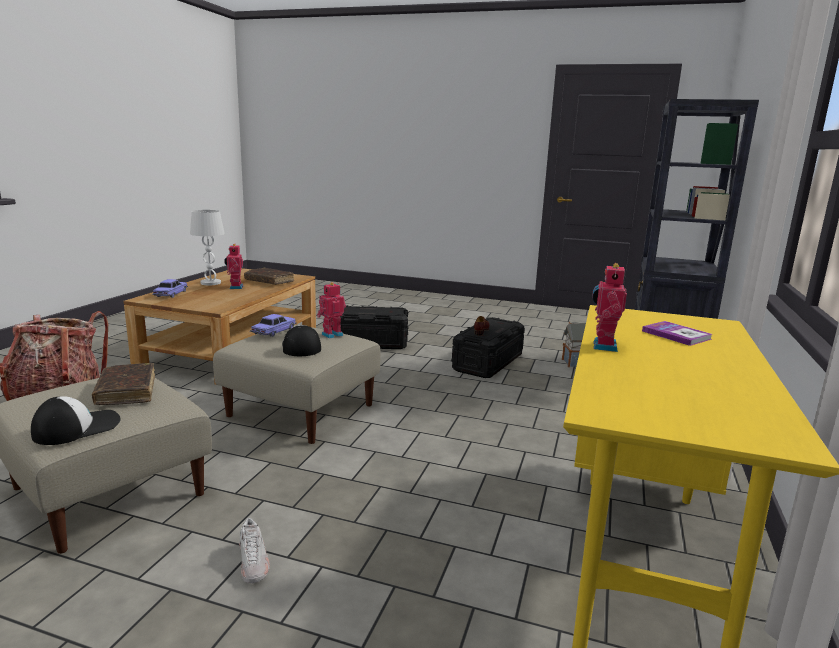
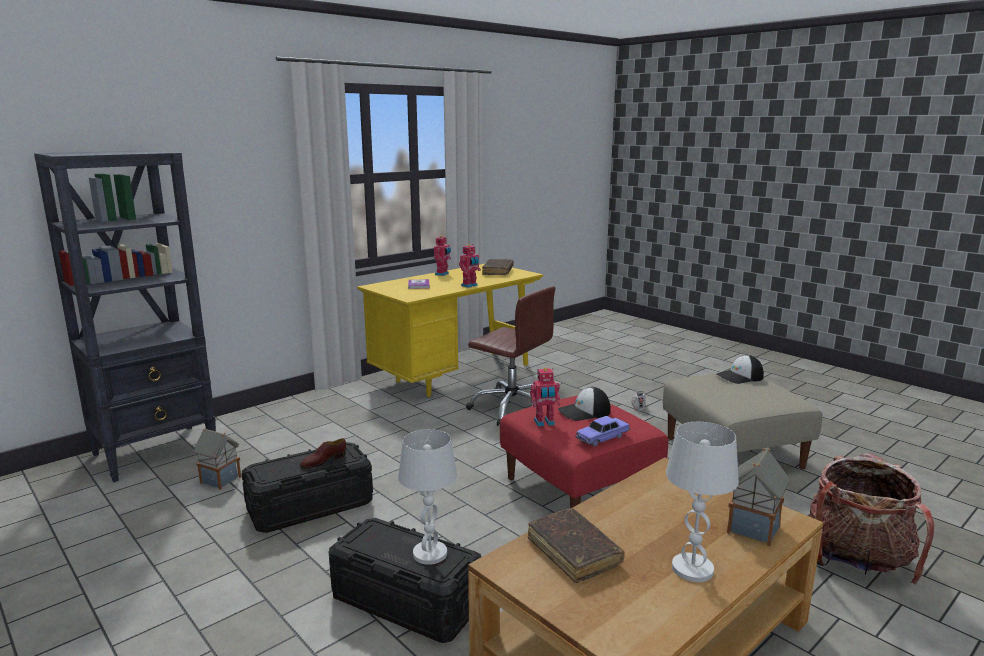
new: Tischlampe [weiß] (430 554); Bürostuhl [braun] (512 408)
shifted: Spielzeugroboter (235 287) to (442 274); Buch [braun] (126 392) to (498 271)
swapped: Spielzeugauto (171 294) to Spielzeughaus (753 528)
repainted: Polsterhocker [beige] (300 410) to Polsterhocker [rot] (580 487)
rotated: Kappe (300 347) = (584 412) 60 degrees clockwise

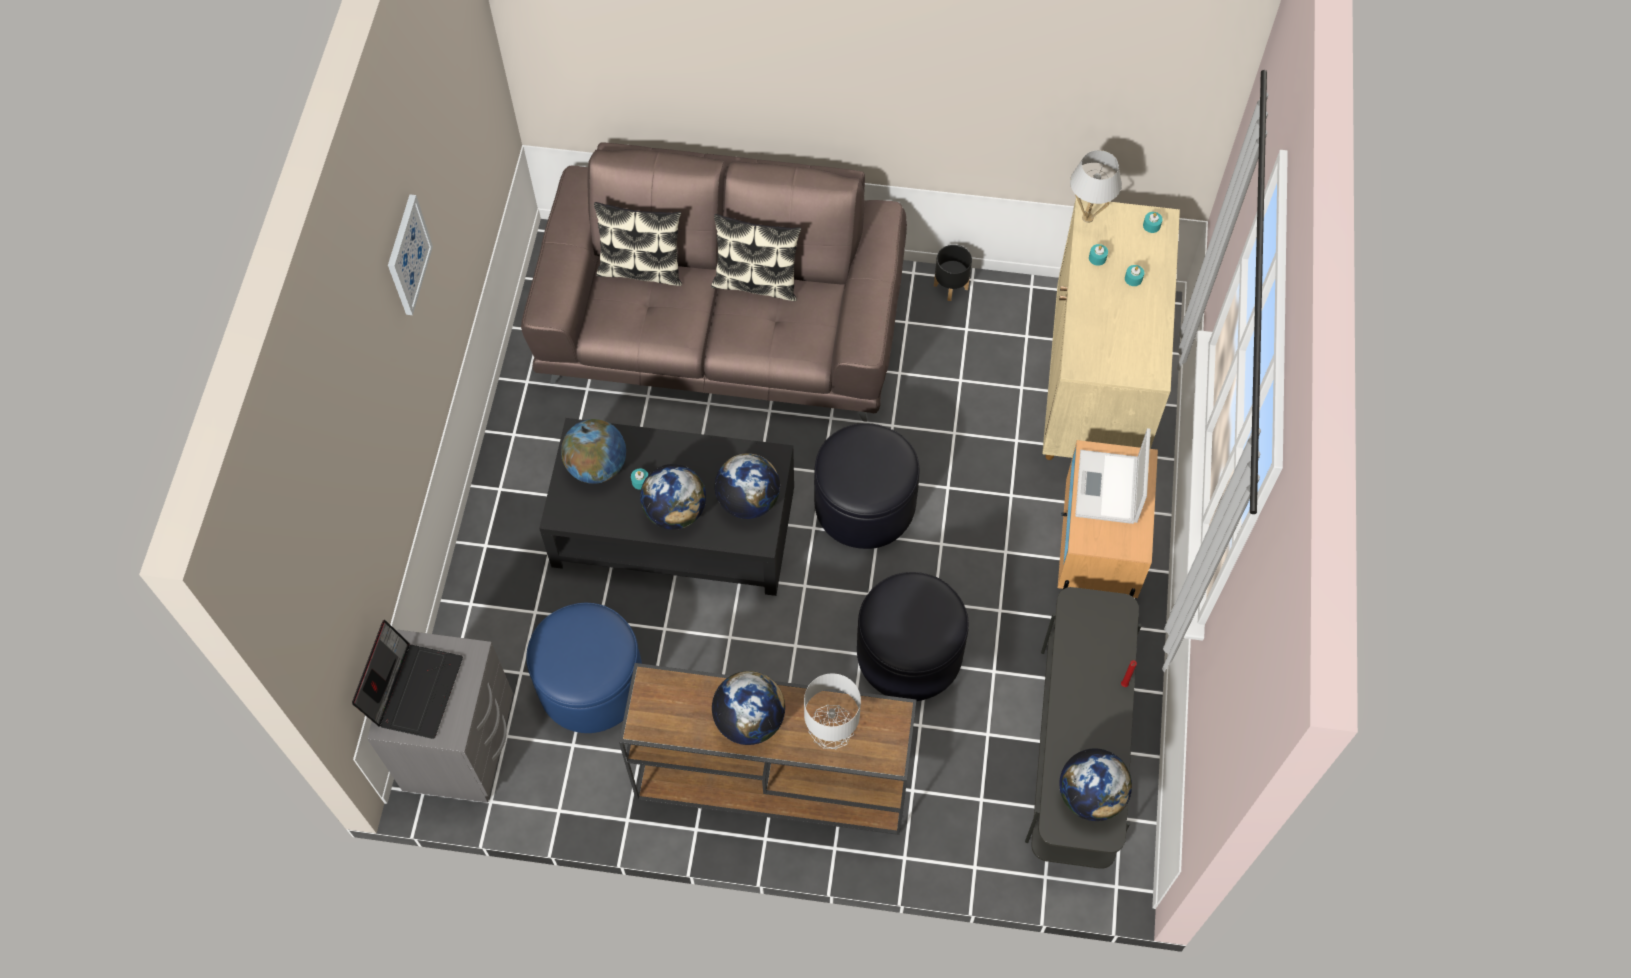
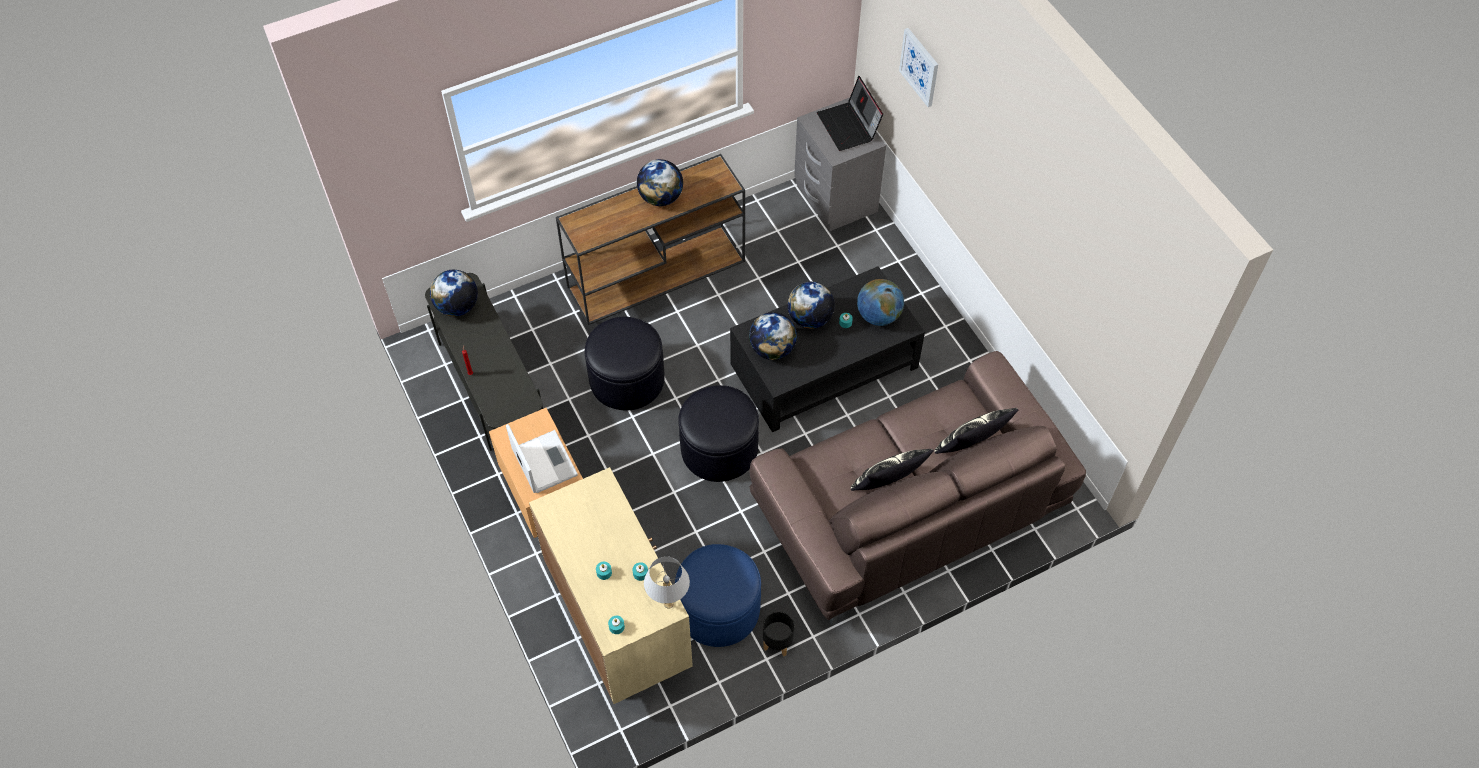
gone: Tischlampe [grau] (831 735)
shifted: Polsterhocker [blau] (591 683) to (718 608); Bild (407 255) to (920 67)

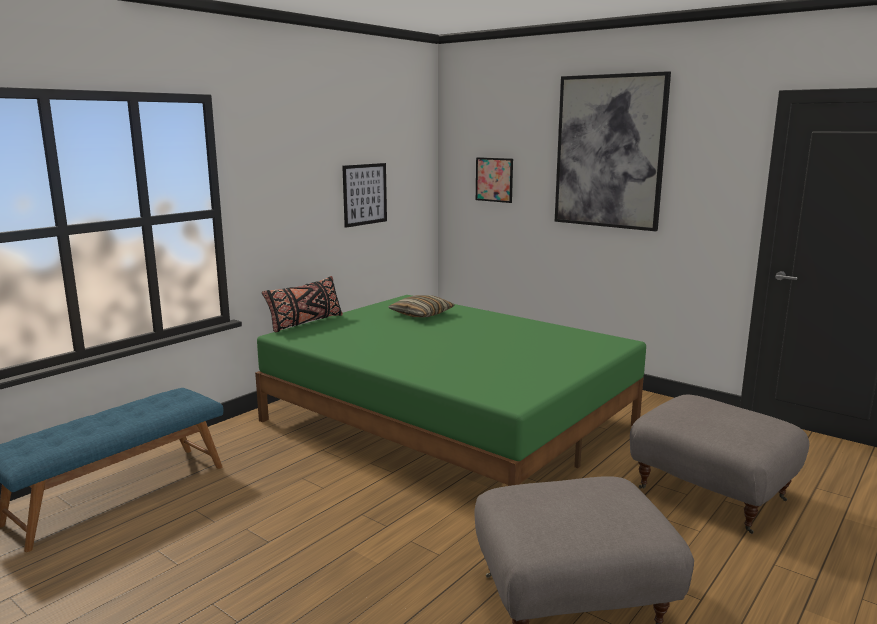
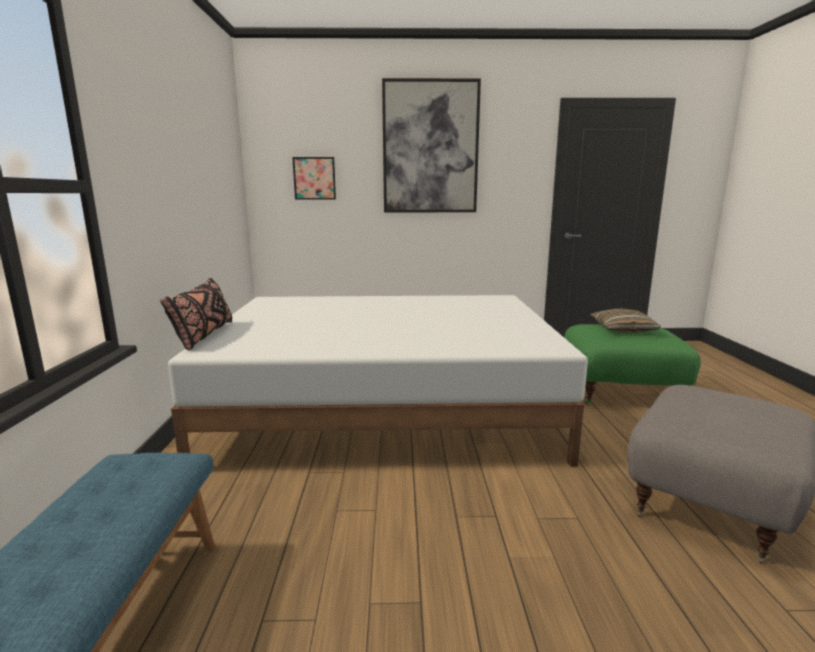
gone: Bild (365 194)
shifted: Kissen (421 314) to (623 329)
repainted: Bett [grün] (448 423) to Bett [weiß] (384 405); Polsterhocker [grau] (712 493) to Polsterhocker [grün] (621 391)

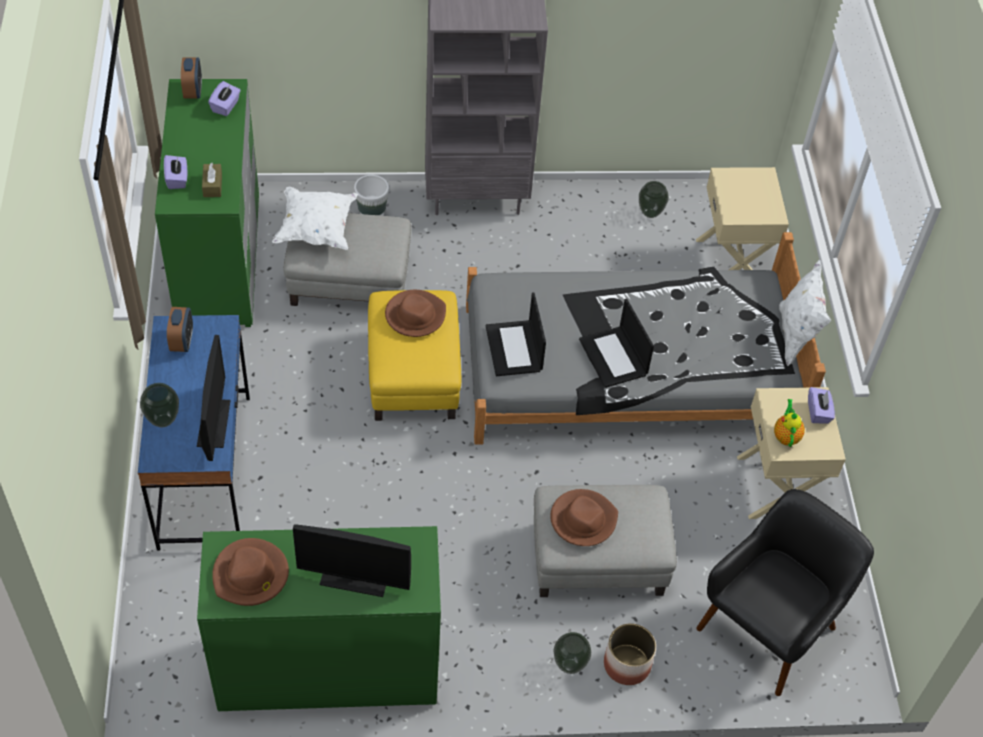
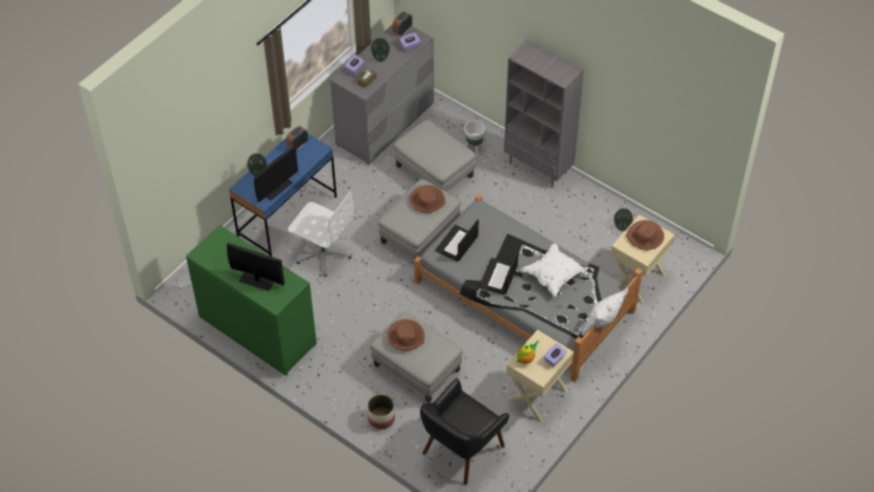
new: Bürostuhl [weiß] (323 253)
shifted: Vase (570 665) to (381 59); Kissen [weiß] (316 229) to (553 276); Hut [braun] (251 575) to (645 237)
repainted: Kommode [grün] (219 259) to Kommode [grau] (385 124); Polsterhocker [gelb] (414 374) to Polsterhocker [grau] (420 233)
rotated: Monitor (354 578) = (257 280) 150 degrees clockwise; Sessel [schwarz] (769 628) = (461 450) 135 degrees clockwise

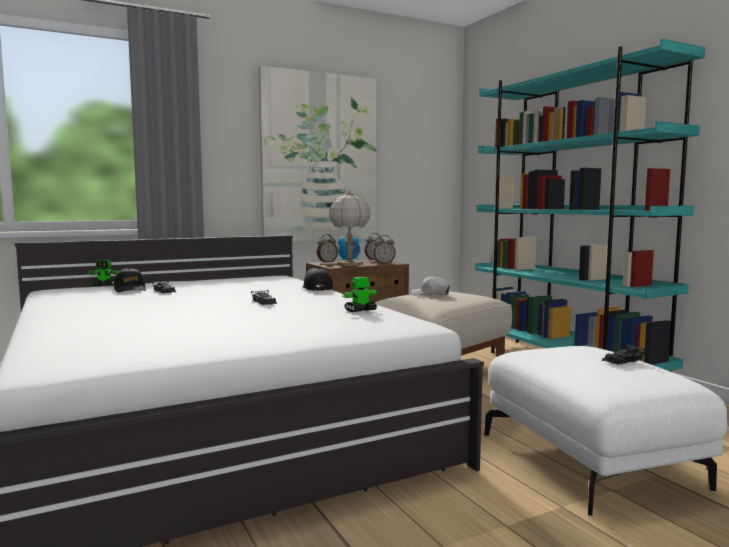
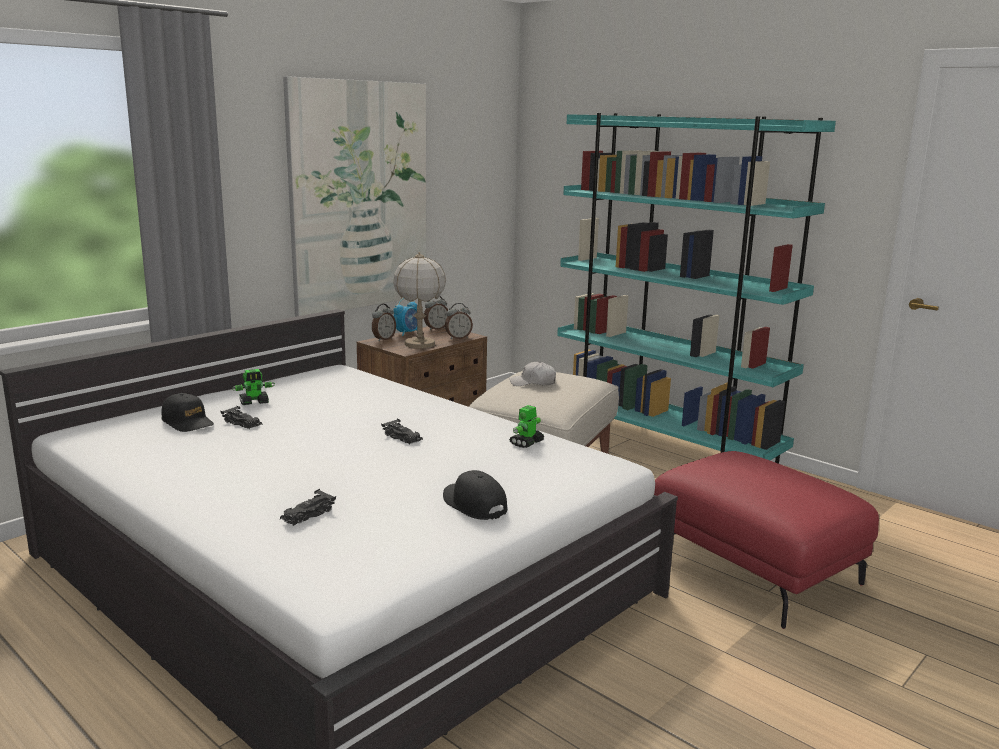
shifted: Spielzeugroboter (104 285) to (254 402); Spielzeugauto [schwarz] (623 361) to (307 514); Kappe [schwarz] (317 288) to (474 504)
repainted: Polsterhocker [weiß] (591 461) to Polsterhocker [rot] (754 568)

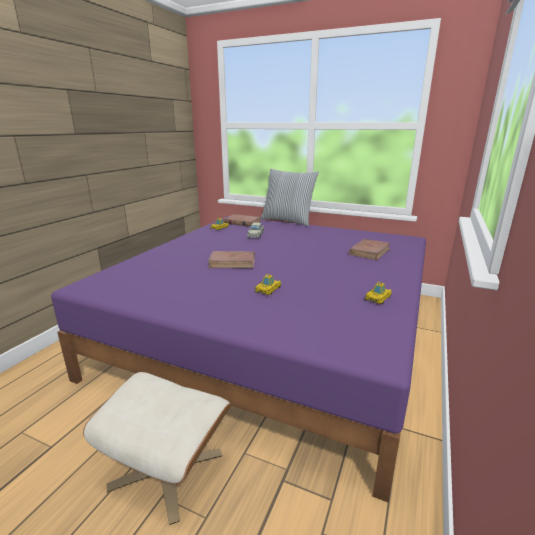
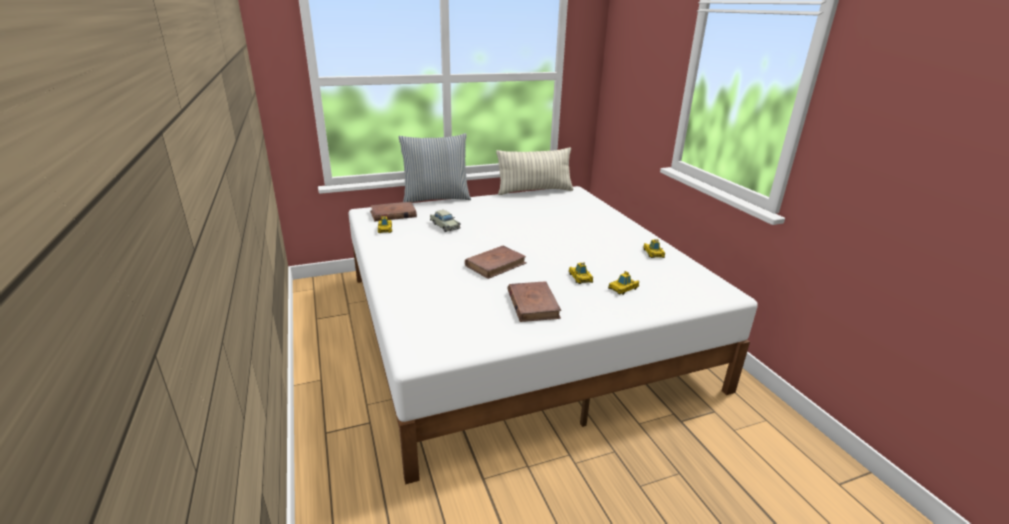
gone: Polsterhocker [beige] (167 469)
new: Kissen (534 191); Spielzeugauto (623 288)
shifted: Buch [braun] (369 251) to (533 304)
repainted: Bett [lila] (274 334) to Bett [weiß] (517 328)

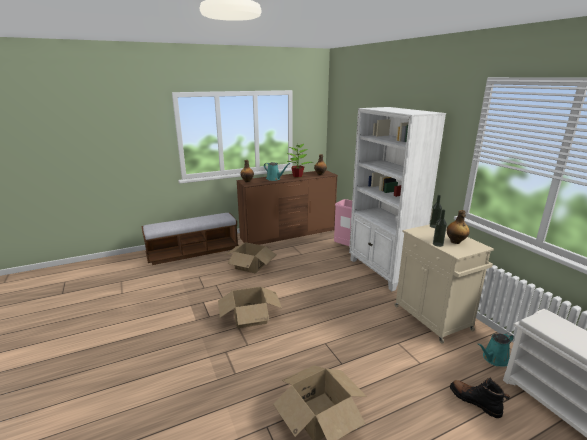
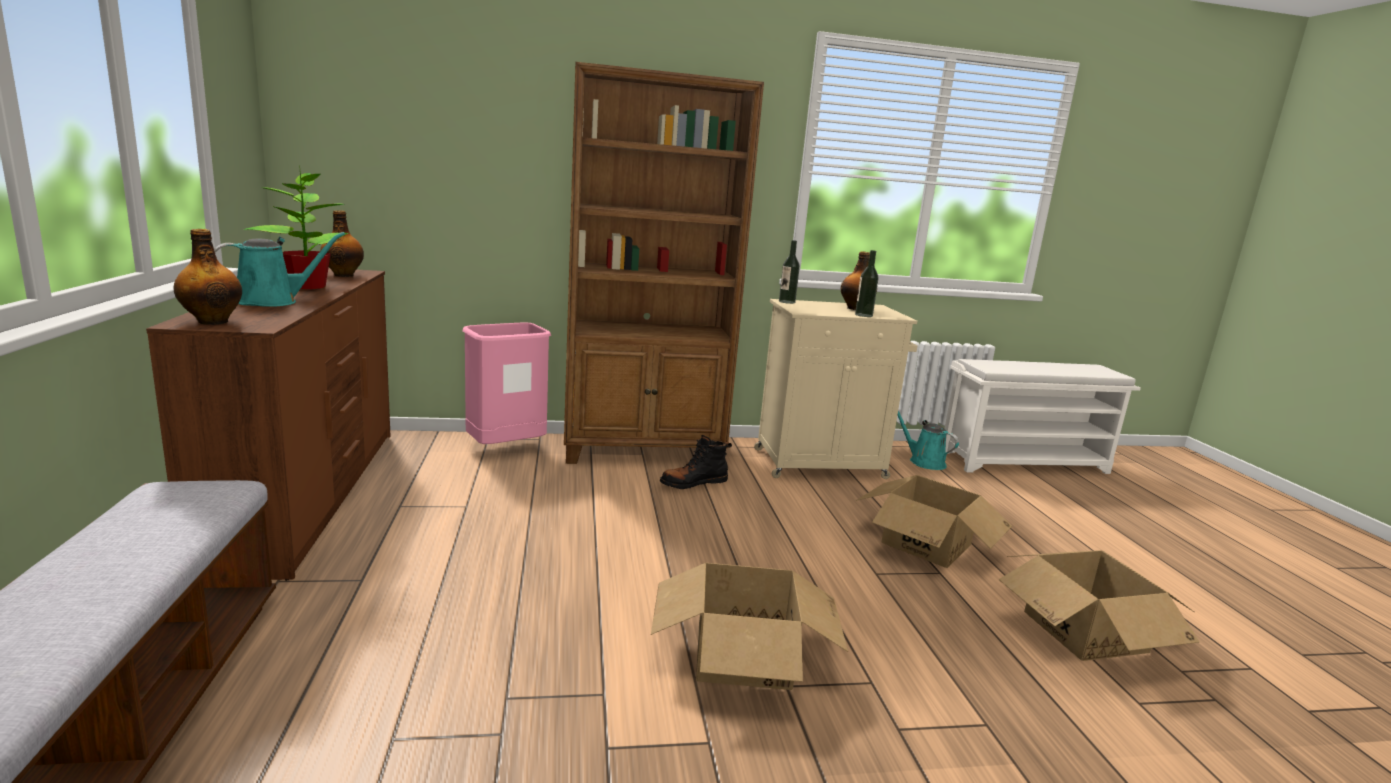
shifted: Stiefel [schwarz] (475 401) to (693 483); Karton (250 266) to (927 543)
repainted: Bücherregal [weiß] (382 271) to Bücherregal [braun] (644 451)
rotated: Gießkanne [türkis] (494 359) = (924 462) 150 degrees clockwise

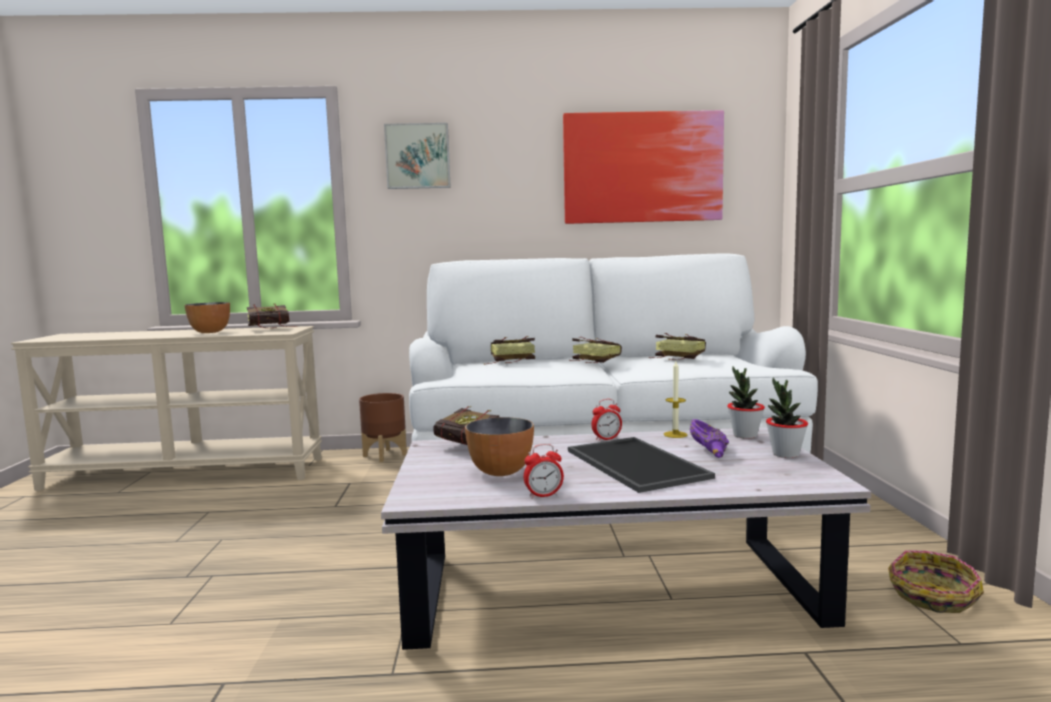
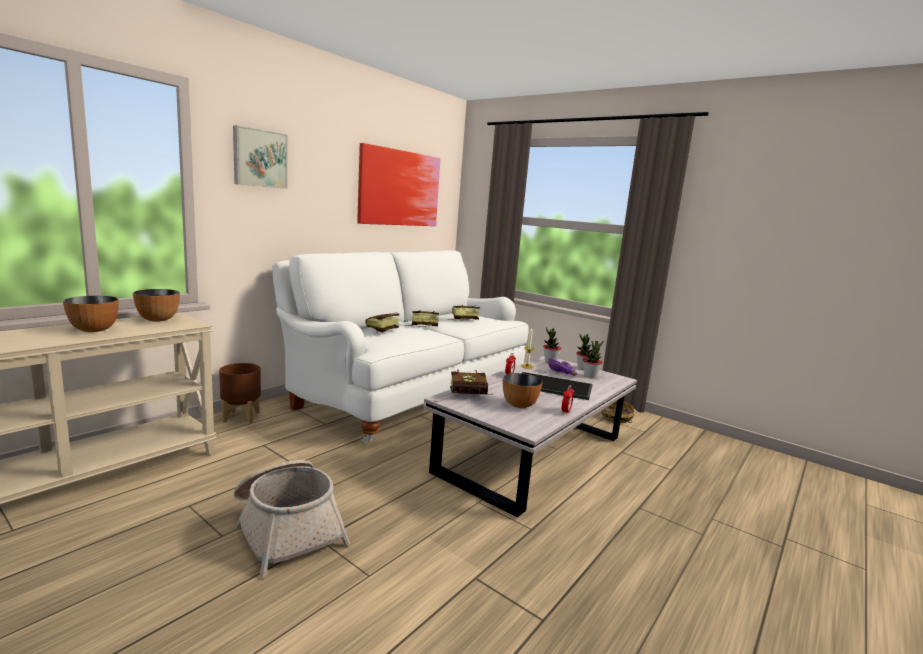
new: Korb (287 528); Topfpflanze (590 376)
swapped: Buch (274 329) to Schüssel (158 319)

